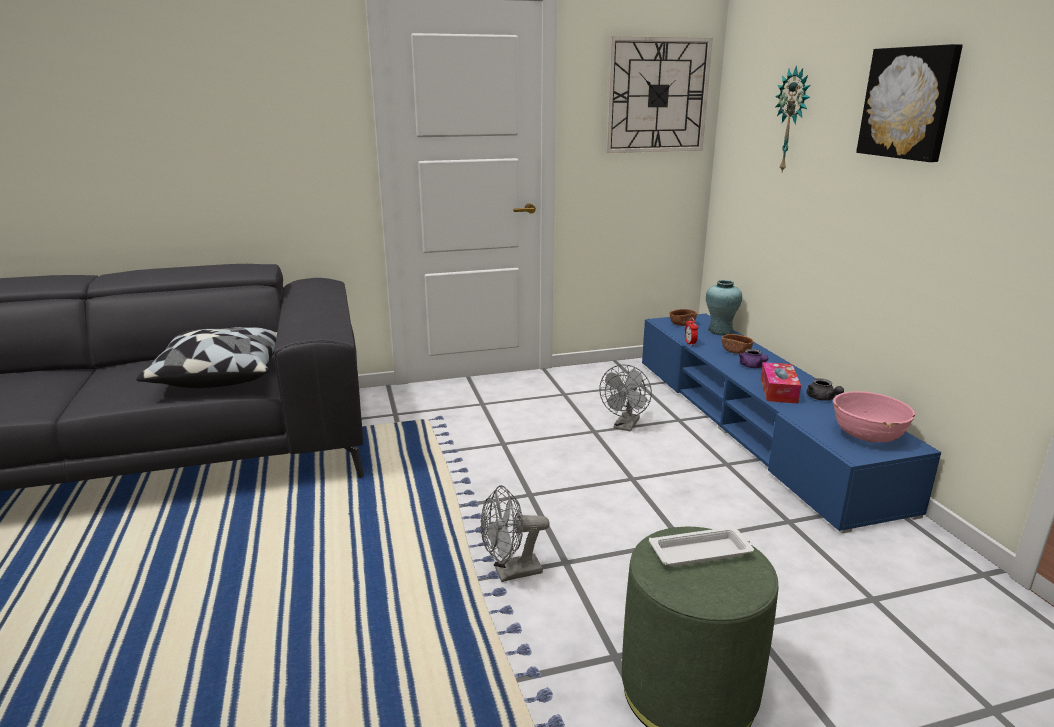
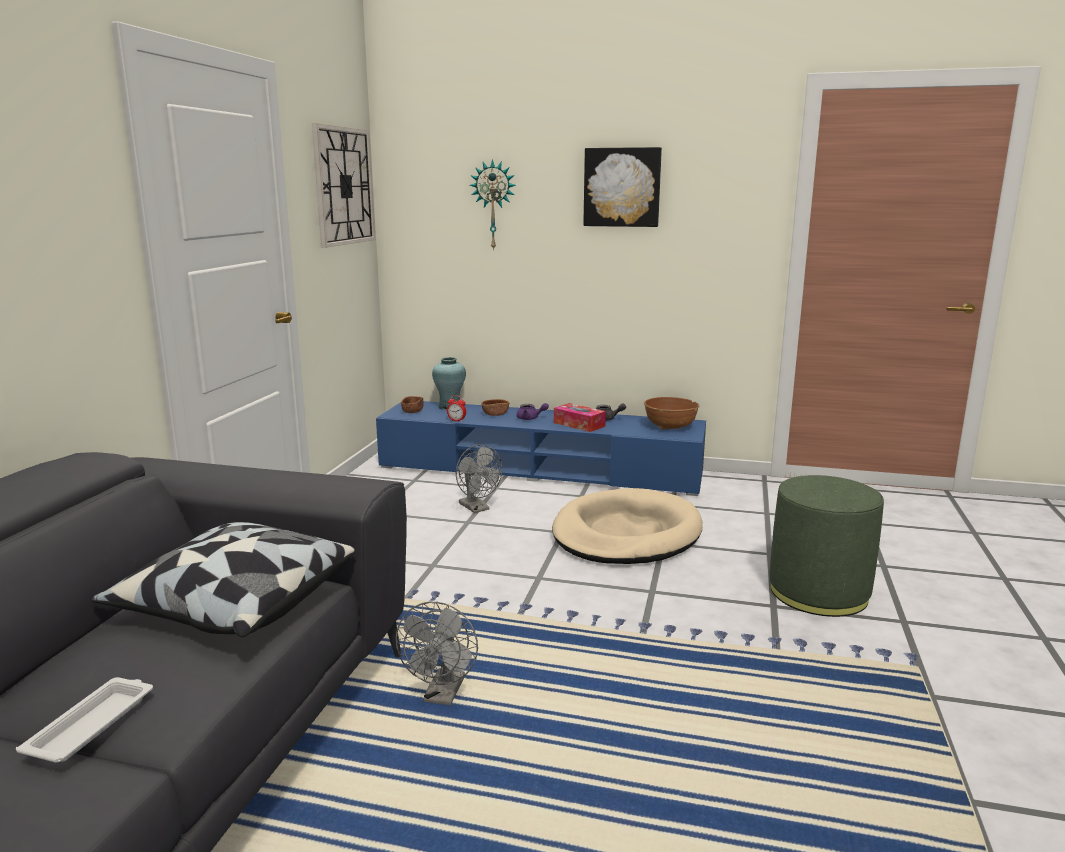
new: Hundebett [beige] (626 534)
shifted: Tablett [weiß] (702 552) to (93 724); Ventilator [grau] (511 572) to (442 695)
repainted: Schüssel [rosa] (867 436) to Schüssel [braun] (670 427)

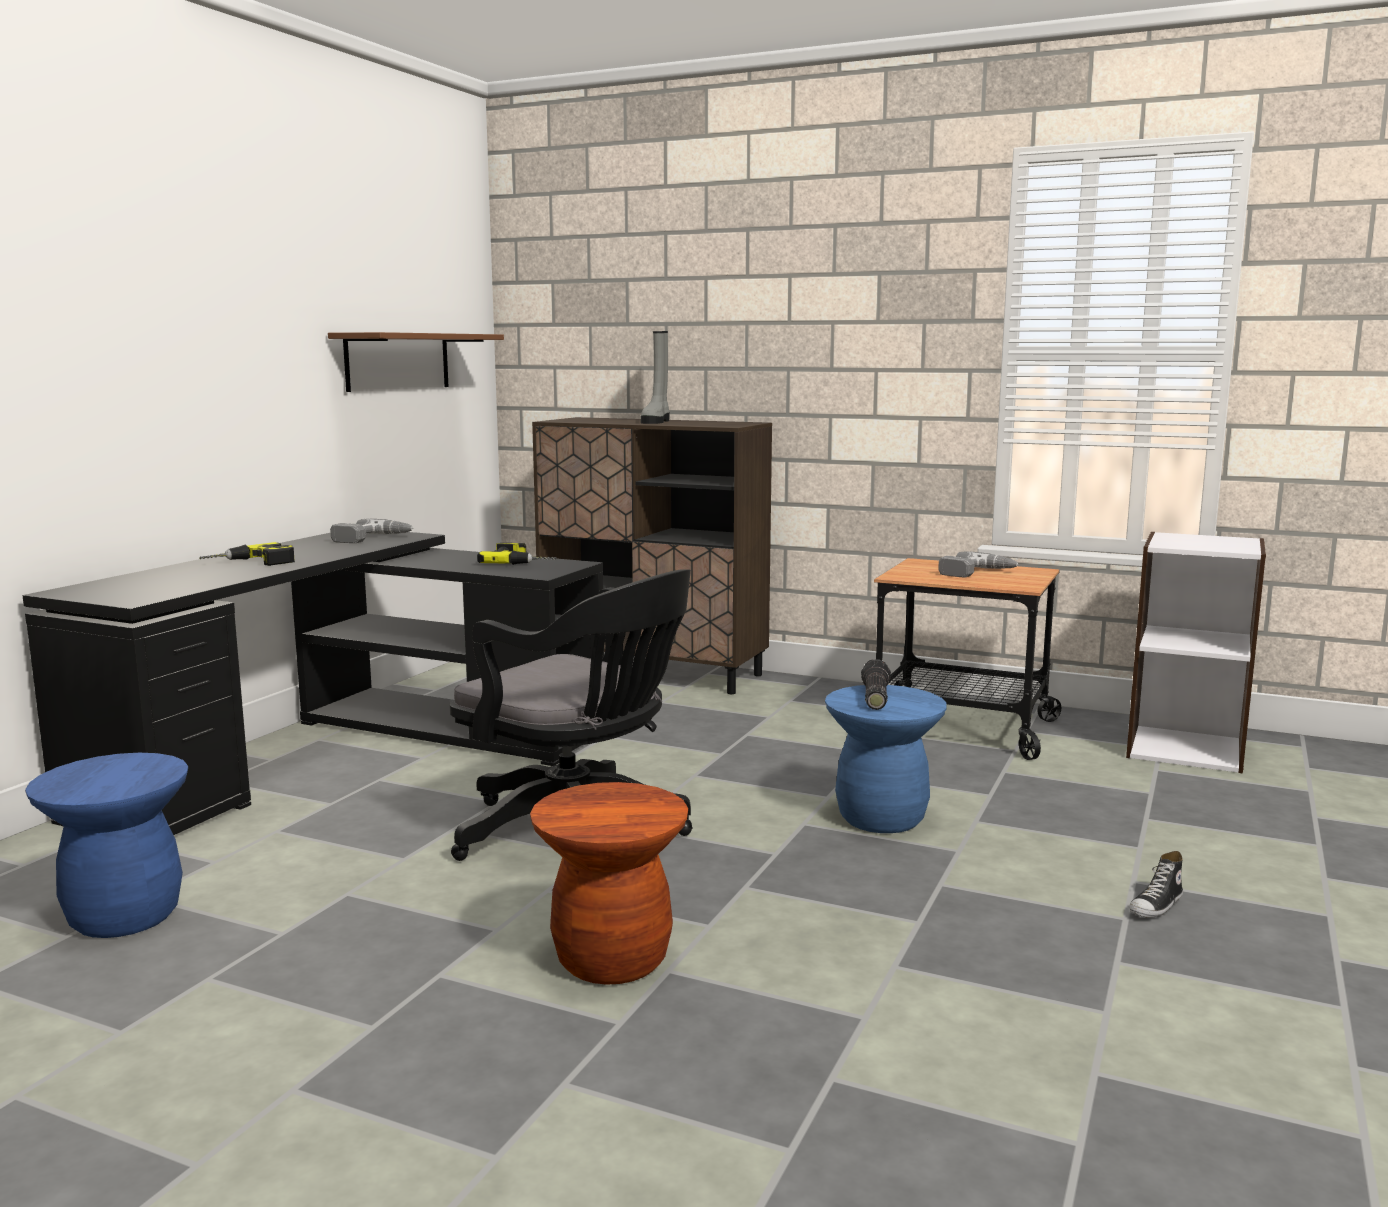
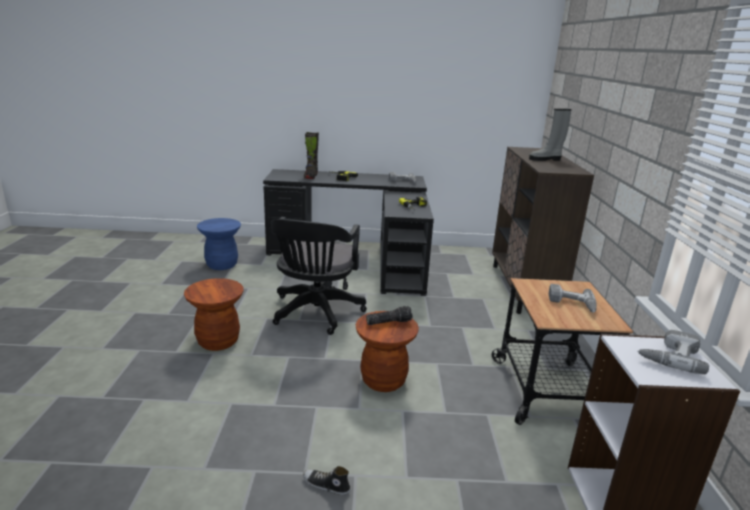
gone: Wandregal [braun] (398 361)
new: Stiefel [schwarz] (310 177); Bohrmaschine (669 356)
repainted: Hocker [blau] (881 818) to Hocker [braun] (383 380)

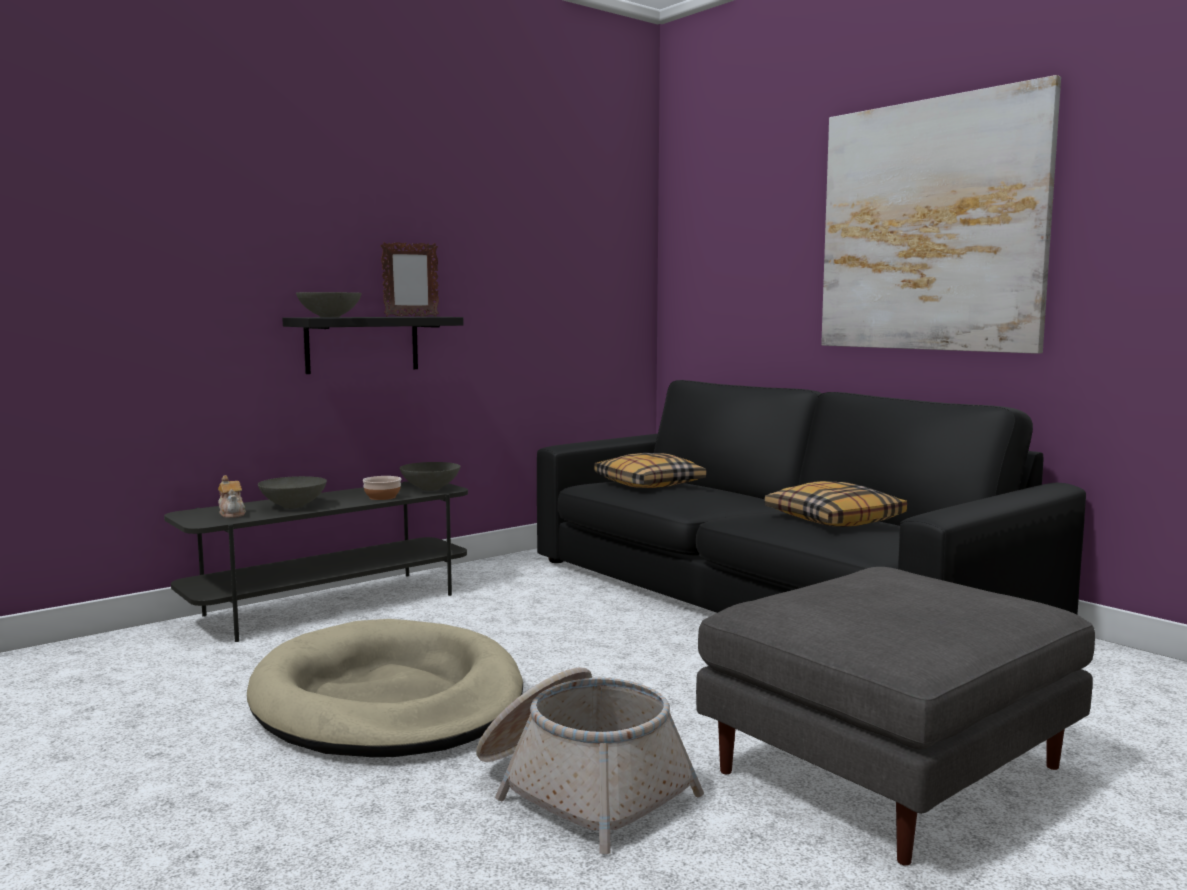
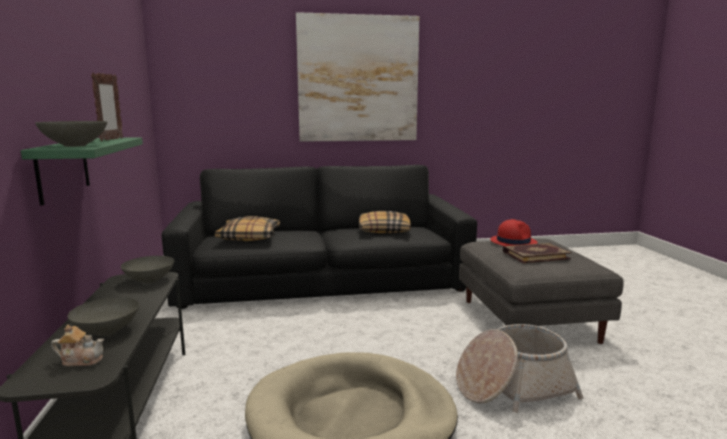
gone: Schüssel (382 497)
new: Hut [rot] (513 242); Buch (535 255)
repainted: Wandregal [schwarz] (362 344) to Wandregal [grün] (63 169)

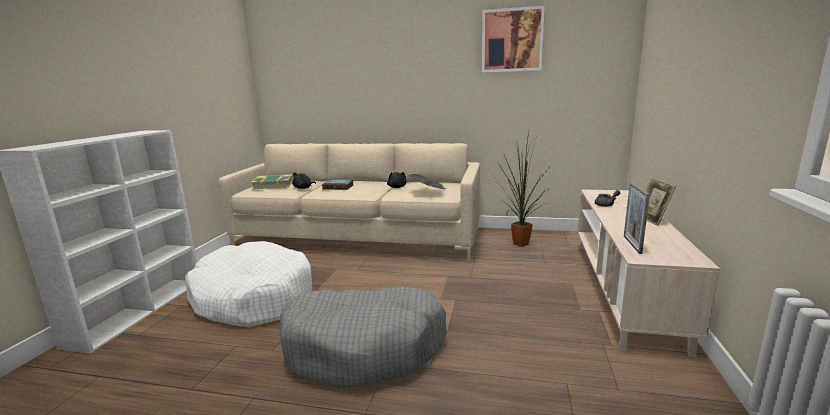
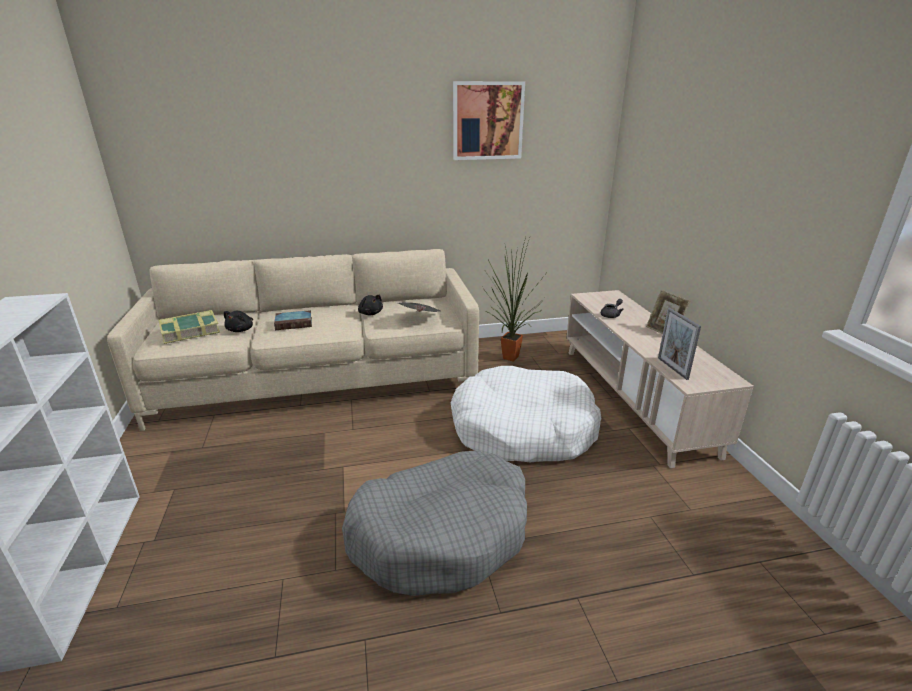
shifted: Hundebett [weiß] (253 298) to (522 429)

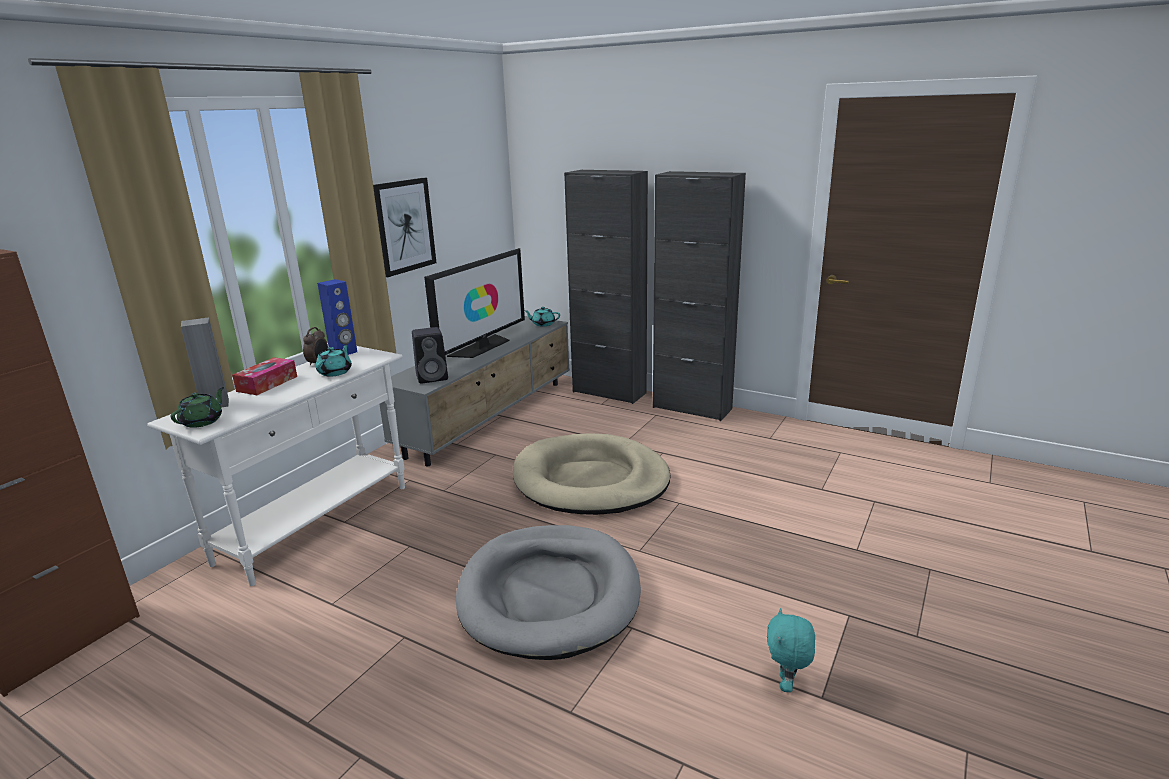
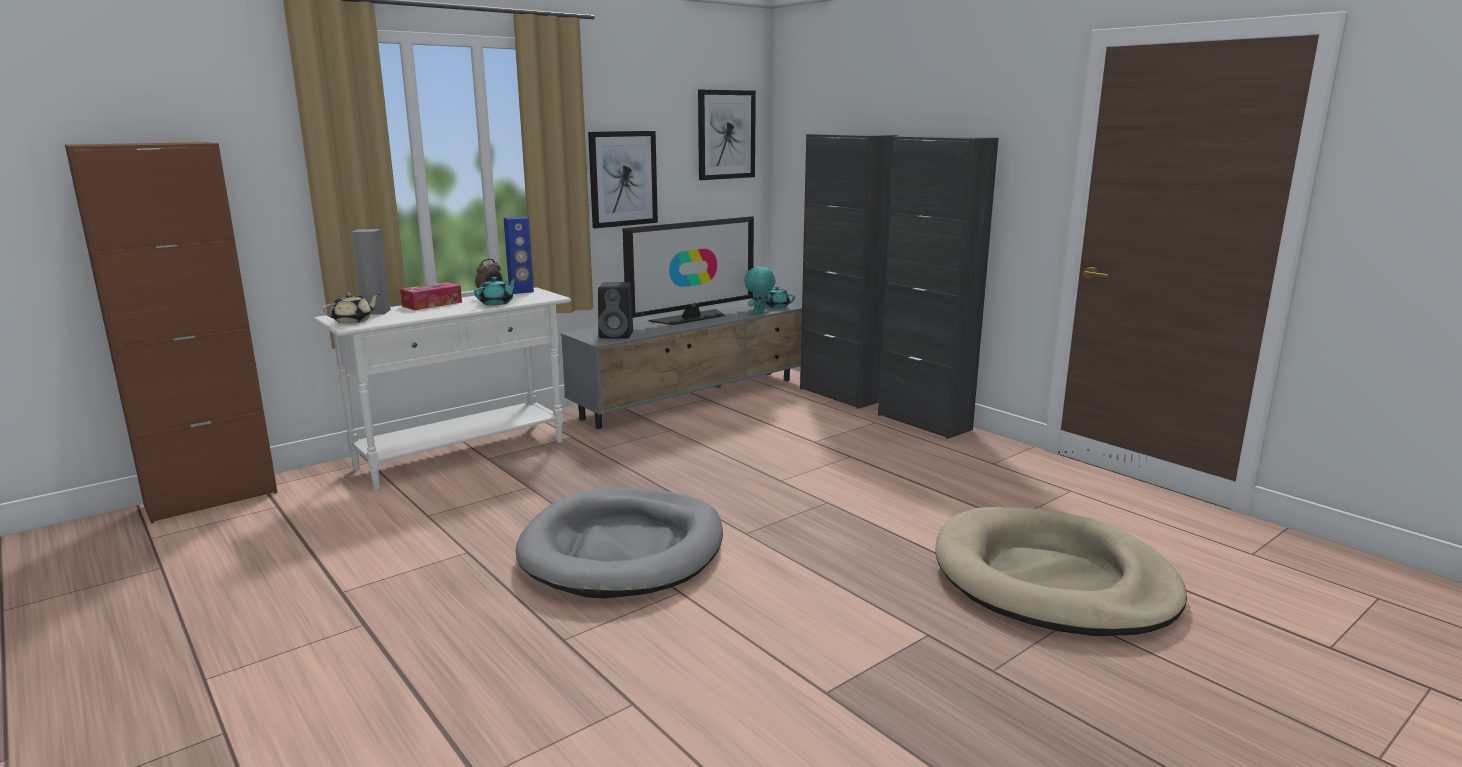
new: Bild (726 134)
shifted: Plüschtier [türkis] (787 684) to (759 313); Hundebett [beige] (590 480) to (1052 580)
repainted: Teekanne [grün] (203 421) to Teekanne [beige] (353 321)

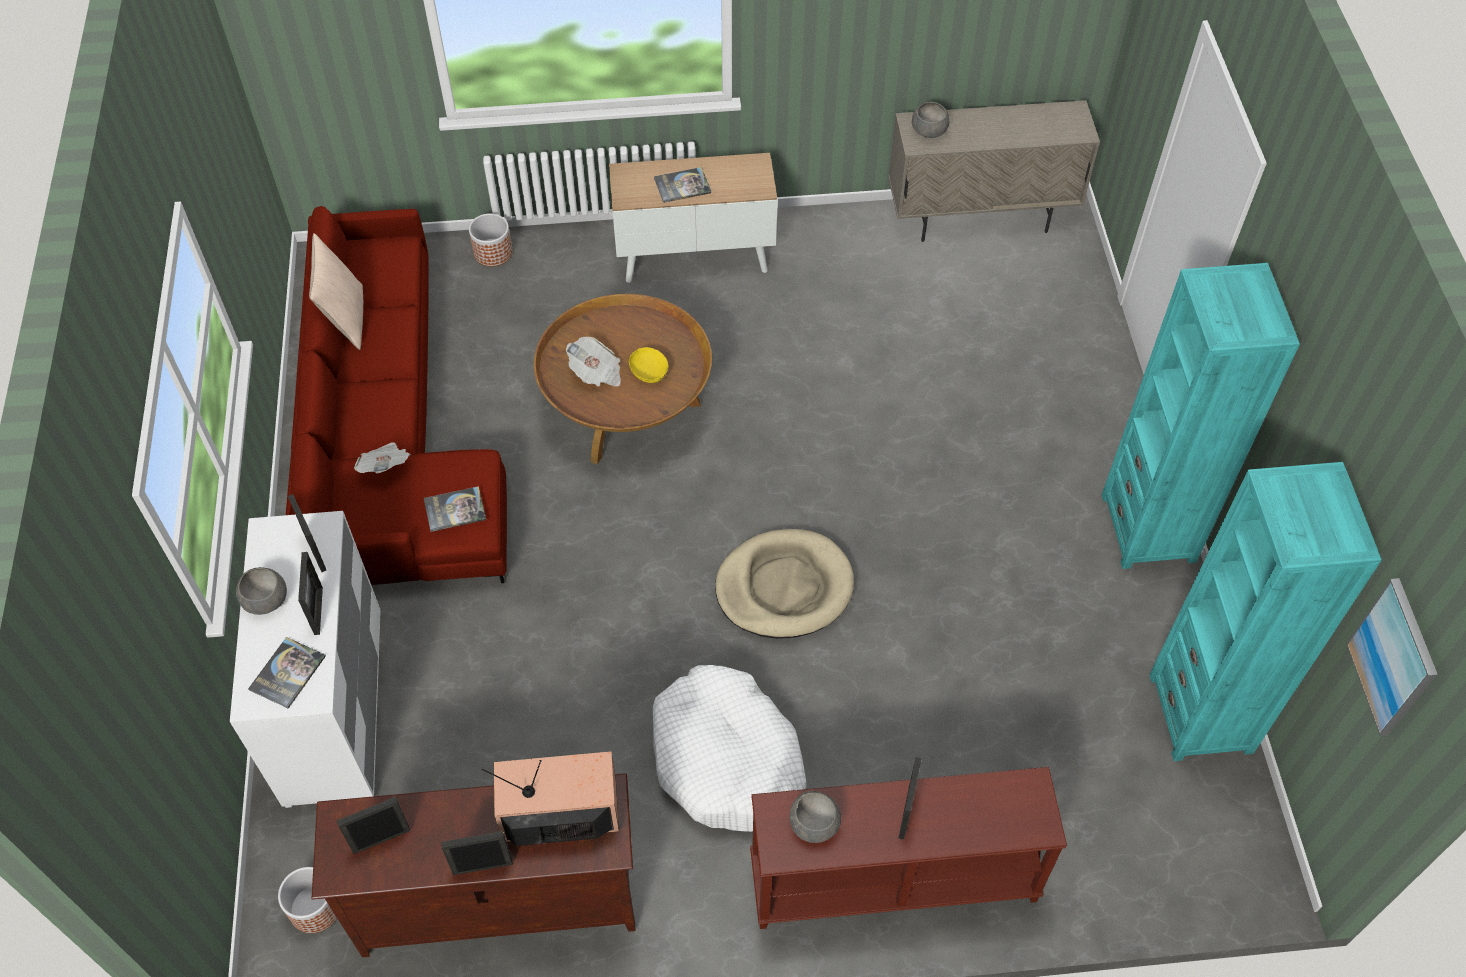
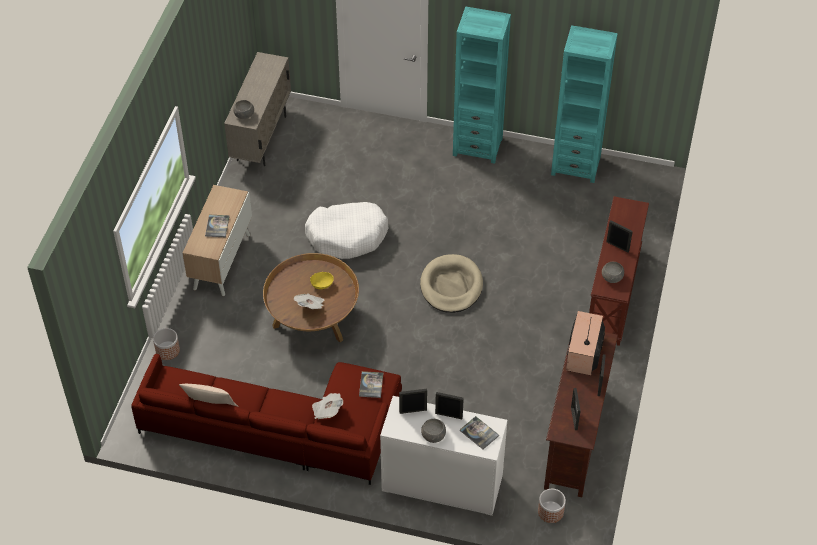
gone: Bild (1393 657)
shifted: Hundebett [weiß] (727 759) to (347 236)

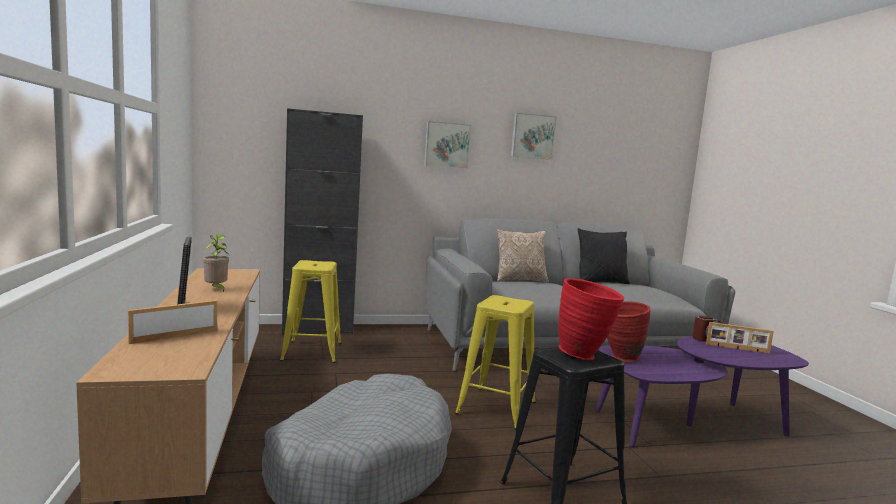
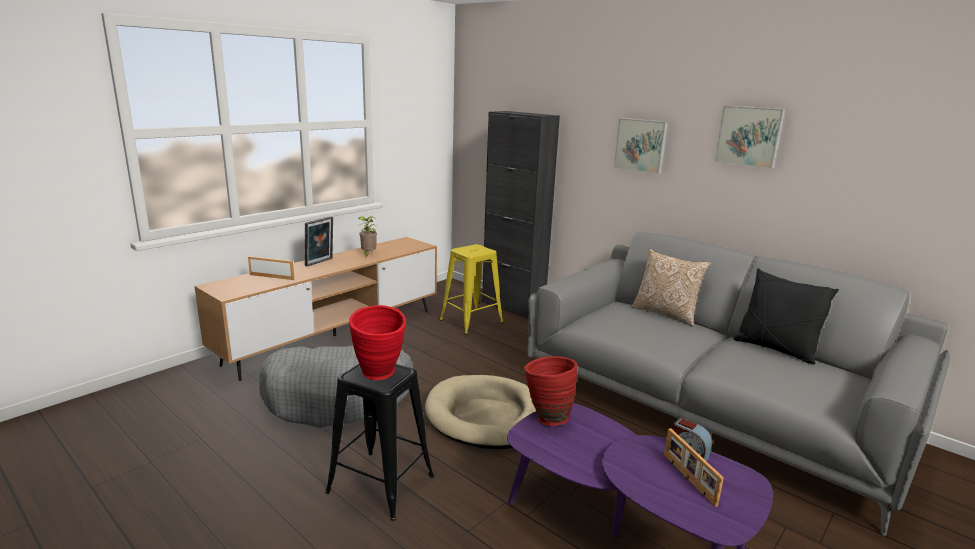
swapped: Hocker [gelb] (496 408) to Hundebett [beige] (488 416)

